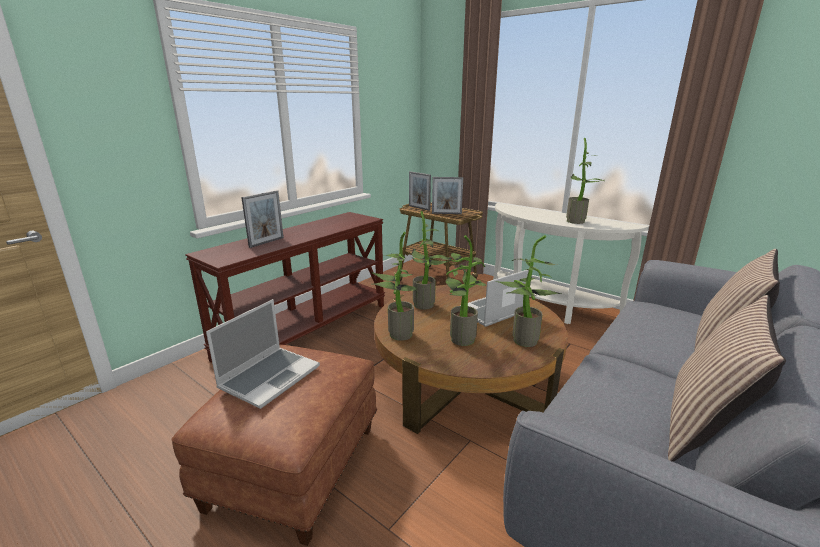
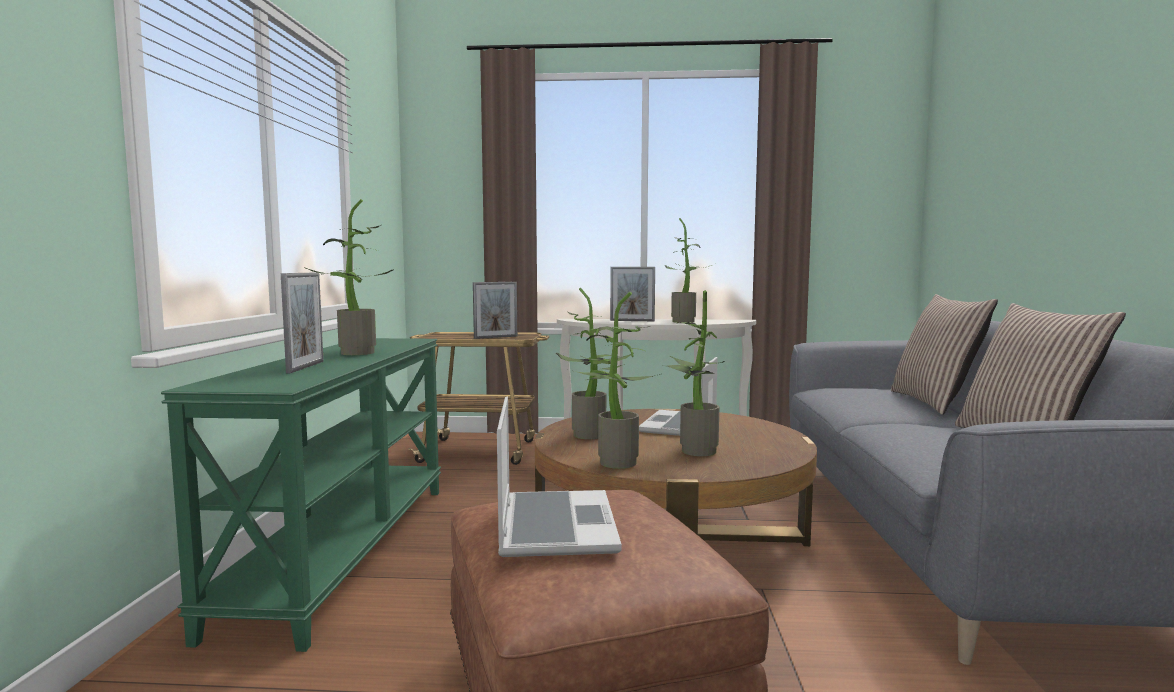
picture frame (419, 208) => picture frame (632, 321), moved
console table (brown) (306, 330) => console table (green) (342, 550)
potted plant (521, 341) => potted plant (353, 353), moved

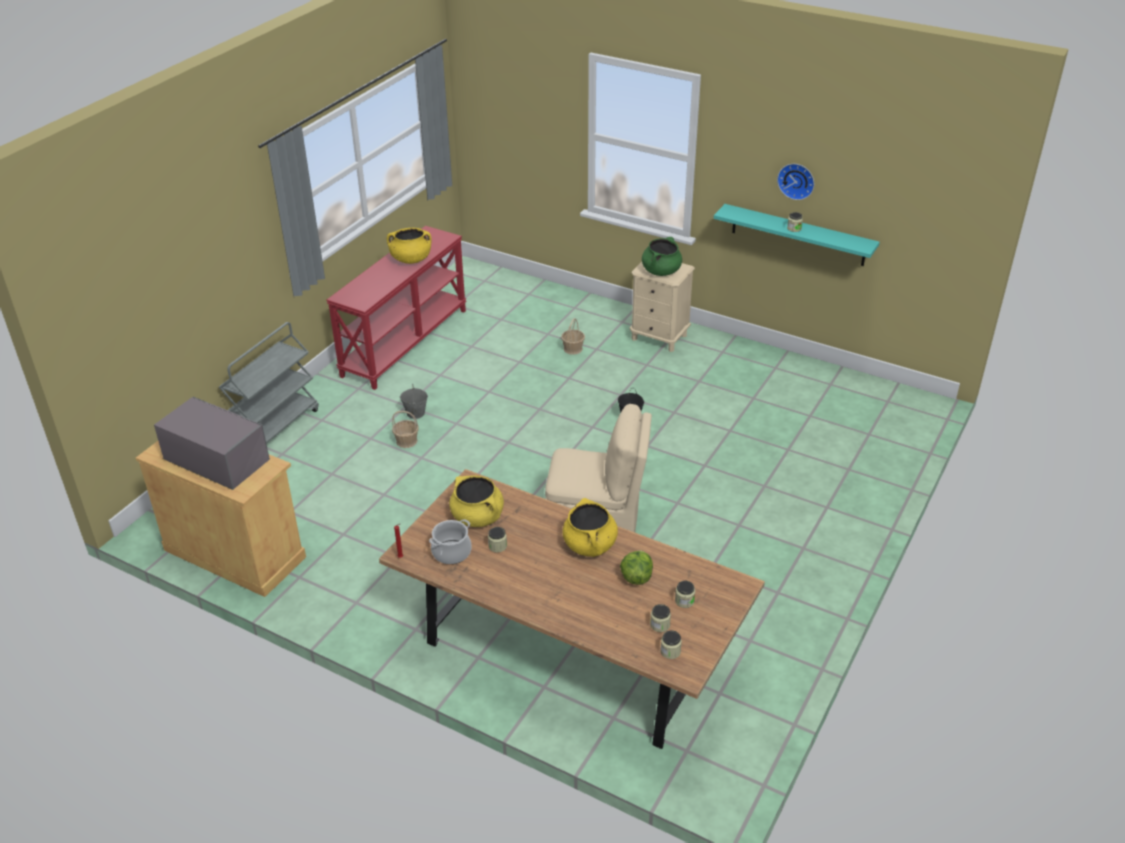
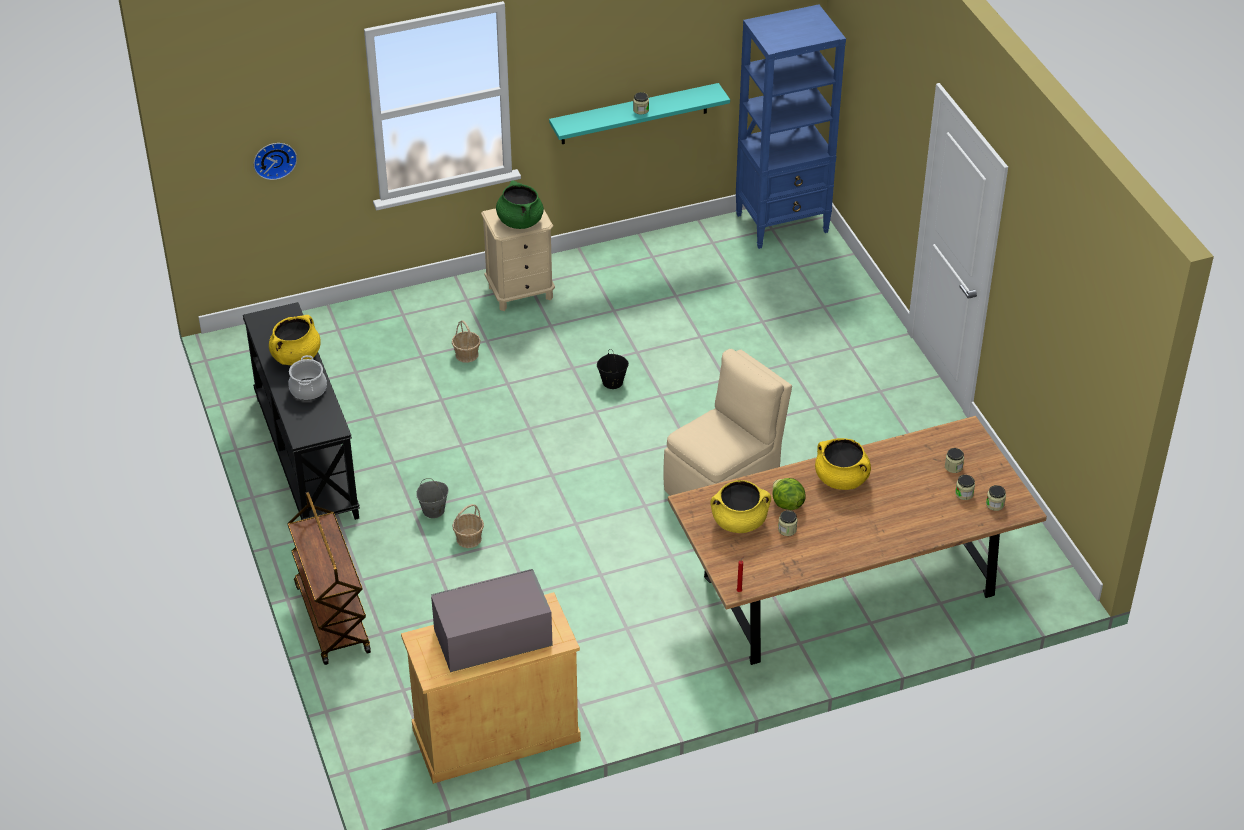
wall clock (796, 180) => wall clock (274, 159), moved
console table (red) (404, 342) => console table (black) (305, 457)
cart (grey) (275, 427) => cart (brown) (331, 618)
cooking pot (451, 552) => cooking pot (308, 389), moved
lettuce (636, 577) => lettuce (787, 504), moved
nothing => bookcase (blue) (783, 223)

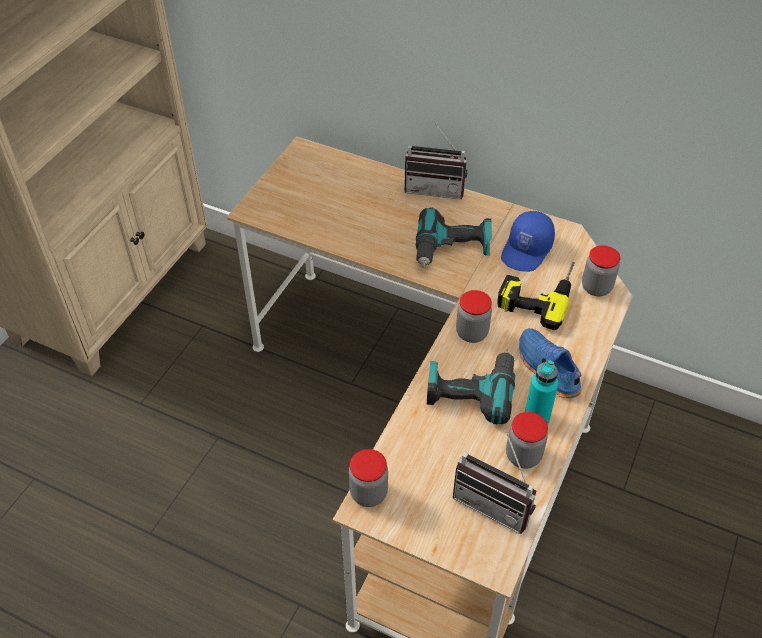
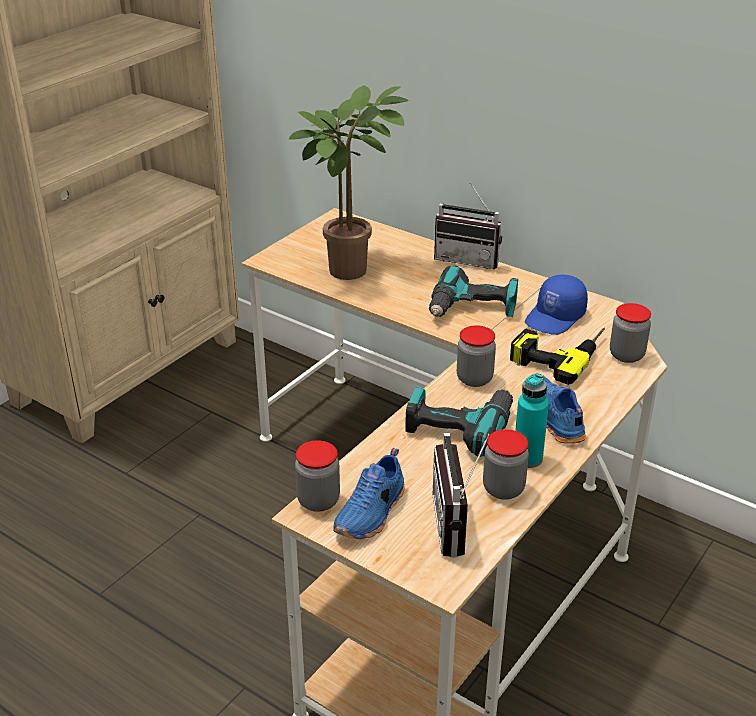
radio (495, 503) => radio (459, 526), 45 degrees clockwise
nothing => potted plant (350, 267)
nothing => shoe (blue) (372, 513)

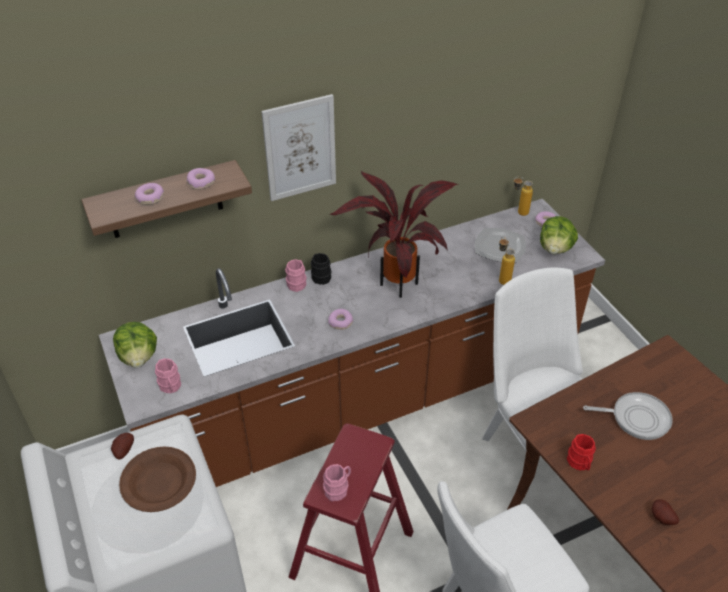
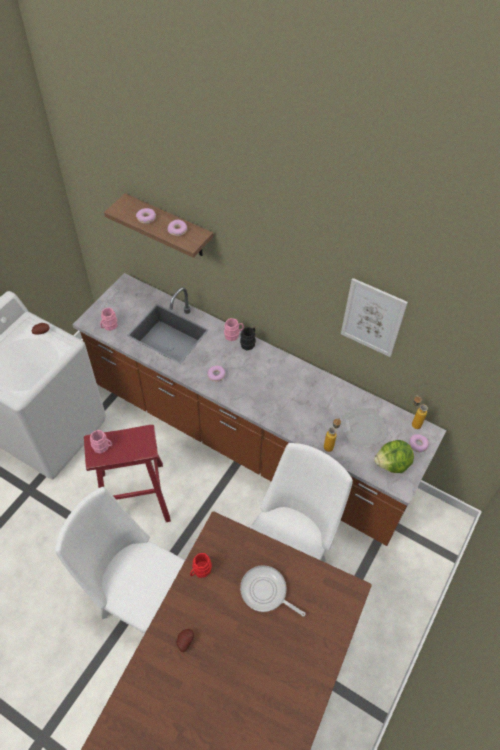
picture (300, 148) => picture (372, 318), moved
potted plant (397, 281) => nothing
lettuce (139, 357) => nothing
frying pan (636, 418) => frying pan (266, 592), 150 degrees clockwise
plate (brown) (158, 481) => nothing

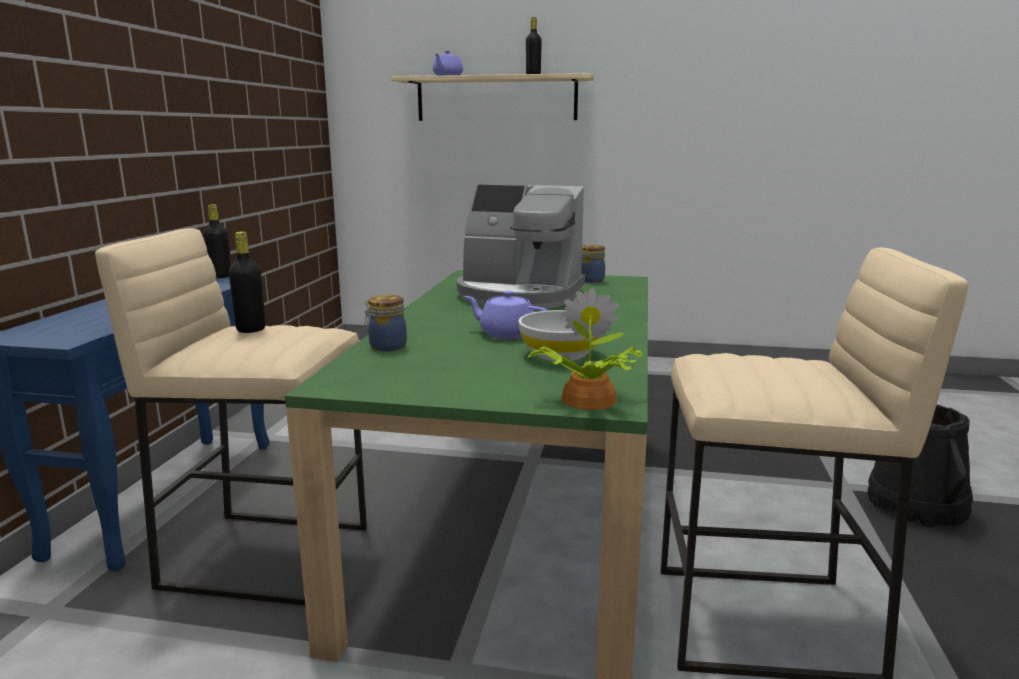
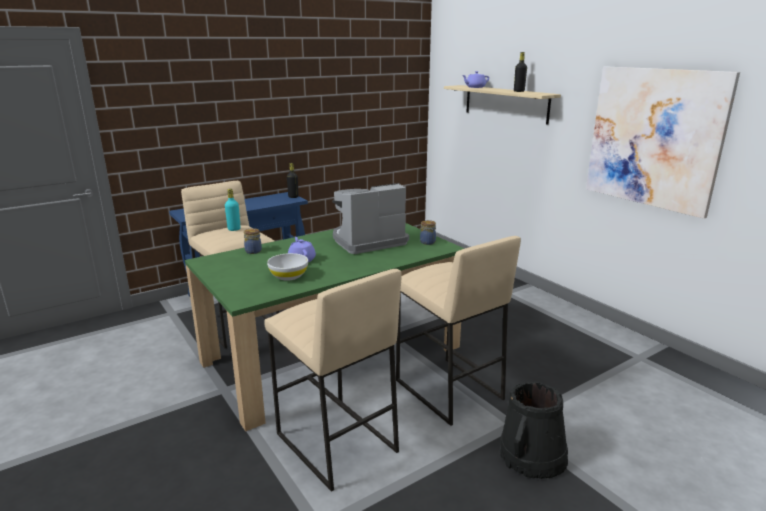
coffee machine (519, 295) => coffee machine (367, 241), 90 degrees clockwise
bottle (black) (251, 329) => bottle (turquoise) (234, 229)
potted plant (586, 400) => nothing
nothing => picture (654, 138)
nothing => stool (beige) (447, 390)

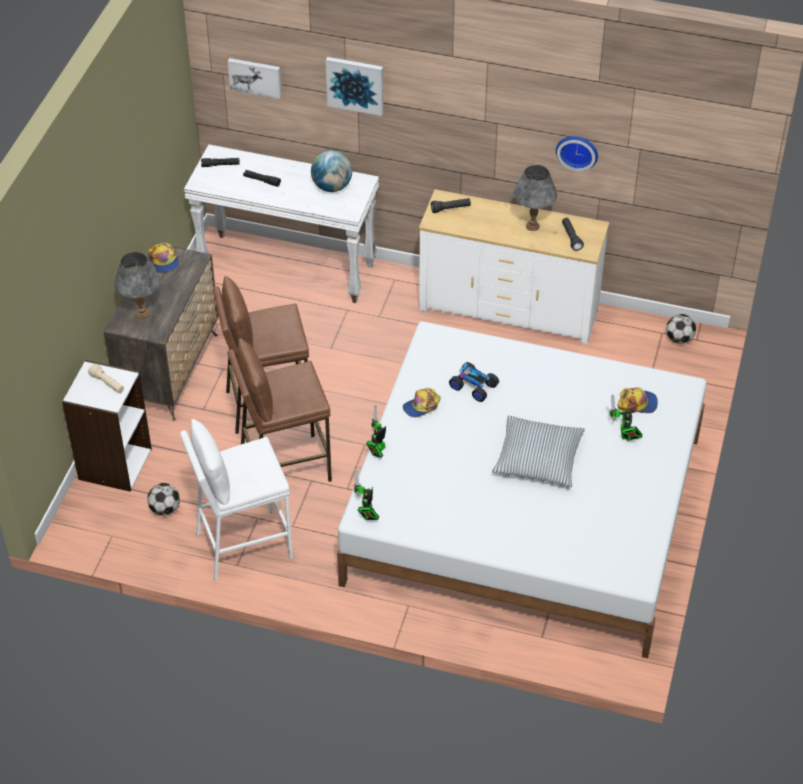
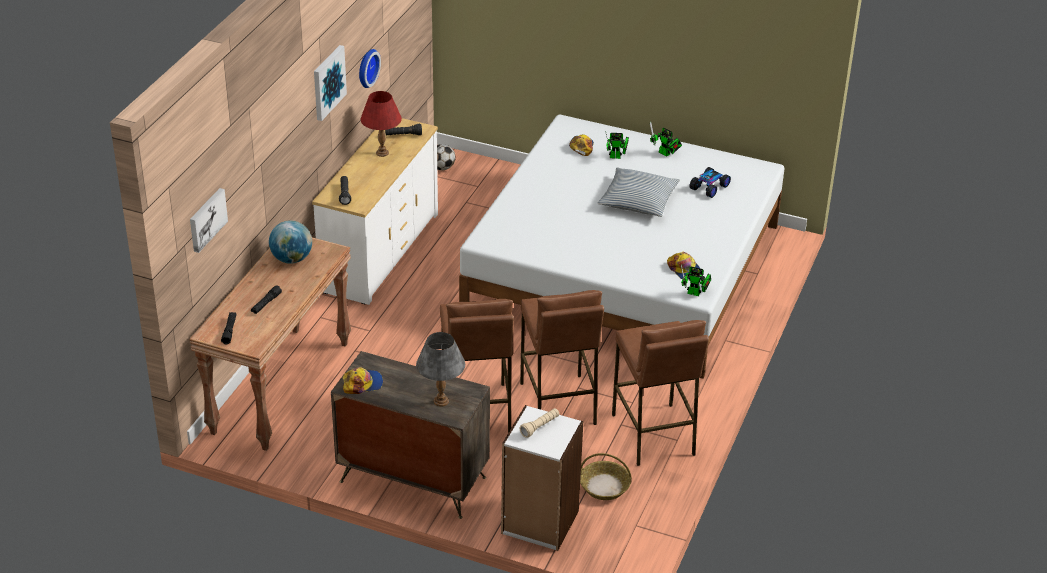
picture (355, 85) => picture (328, 82), moved
console table (white) (288, 268) => console table (brown) (280, 387)
table lamp (grey) (532, 226) => table lamp (red) (382, 153)
toy car (473, 387) => toy car (710, 187), moved
cap (422, 406) => cap (684, 269), moved
toy robot (377, 451) => toy robot (665, 154), moved
stool (white) (243, 545) => stool (brown) (653, 435)
football (165, 509) => basket (604, 486)

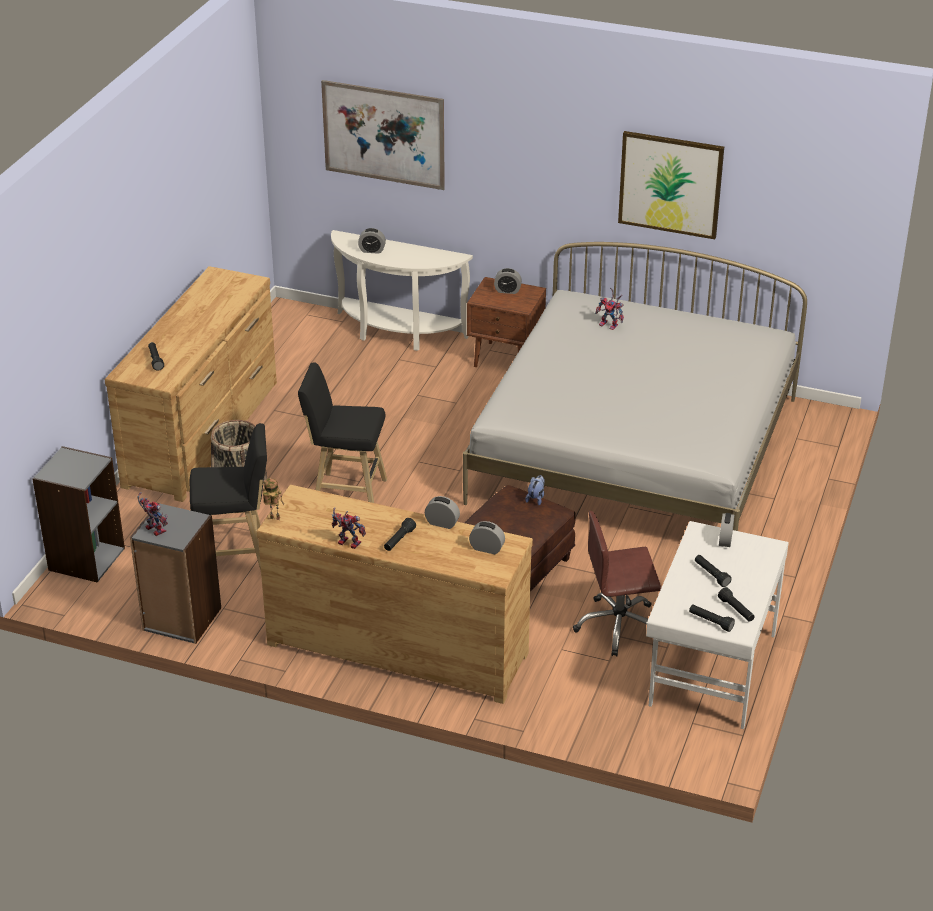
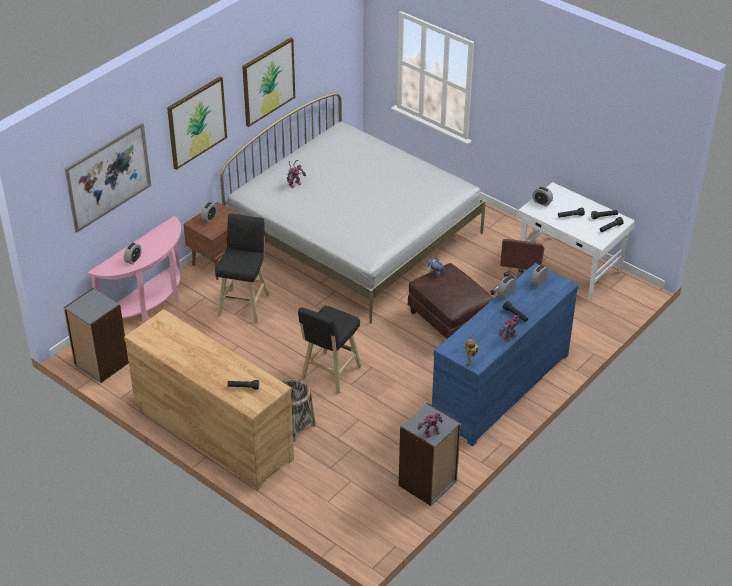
console table (white) (396, 334) => console table (pink) (150, 306)
stool (black) (236, 558) => stool (black) (244, 303), moved
bookcase (grey) (86, 559) => bookcase (grey) (101, 364), moved
dresser (brown) (397, 647) => dresser (blue) (500, 387)
nothing => picture (196, 122)

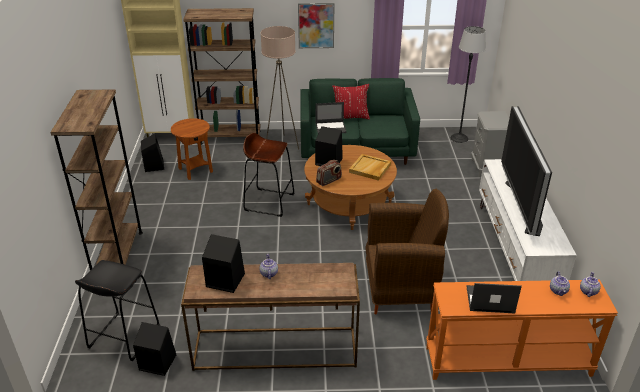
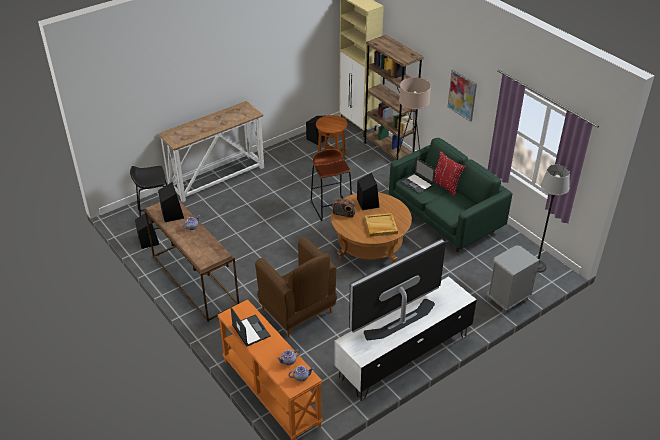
bookcase (brown) (118, 255) => console table (217, 177)

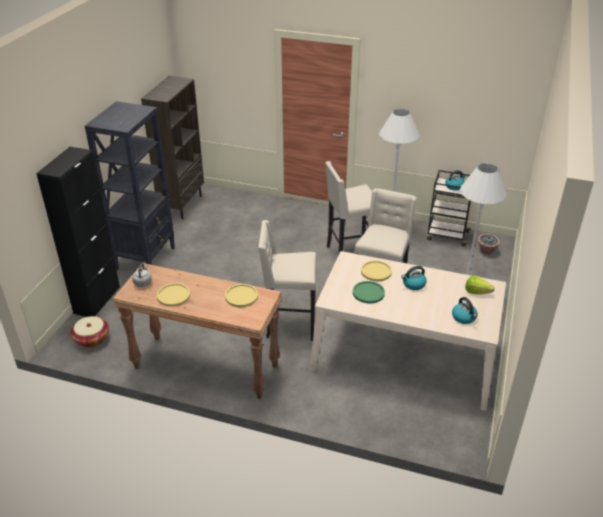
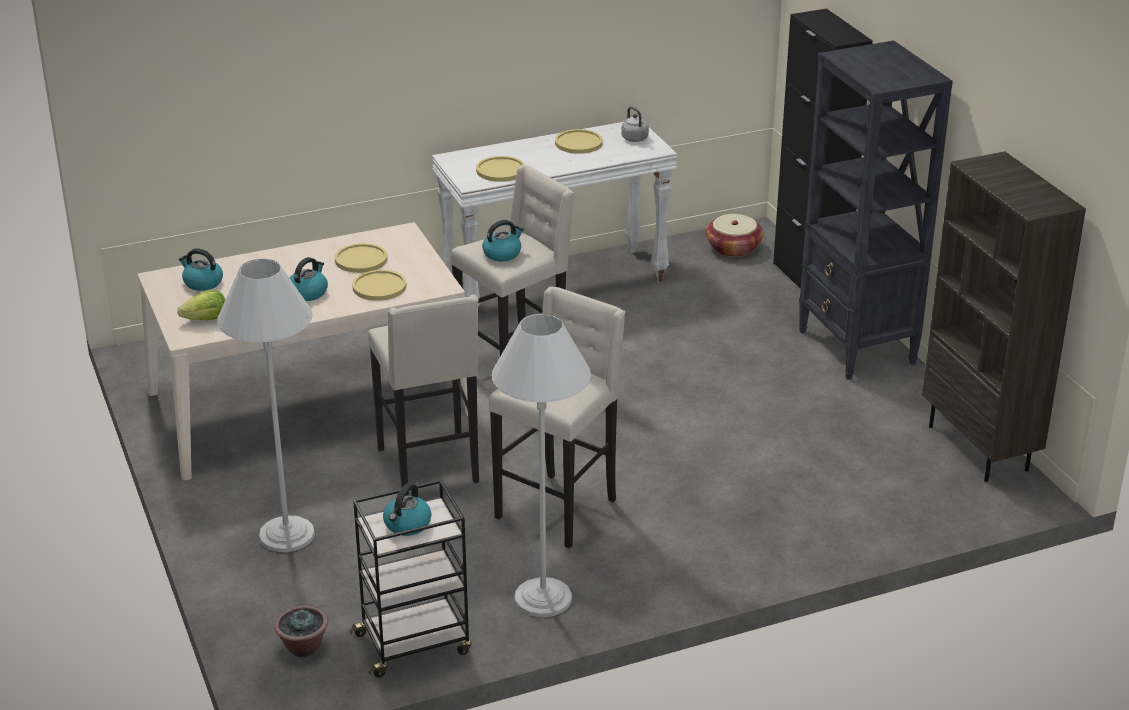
console table (brown) (205, 367) => console table (white) (555, 283)
plate (green) (368, 293) => plate (yellow) (361, 259)
nothing => kettle (502, 253)

